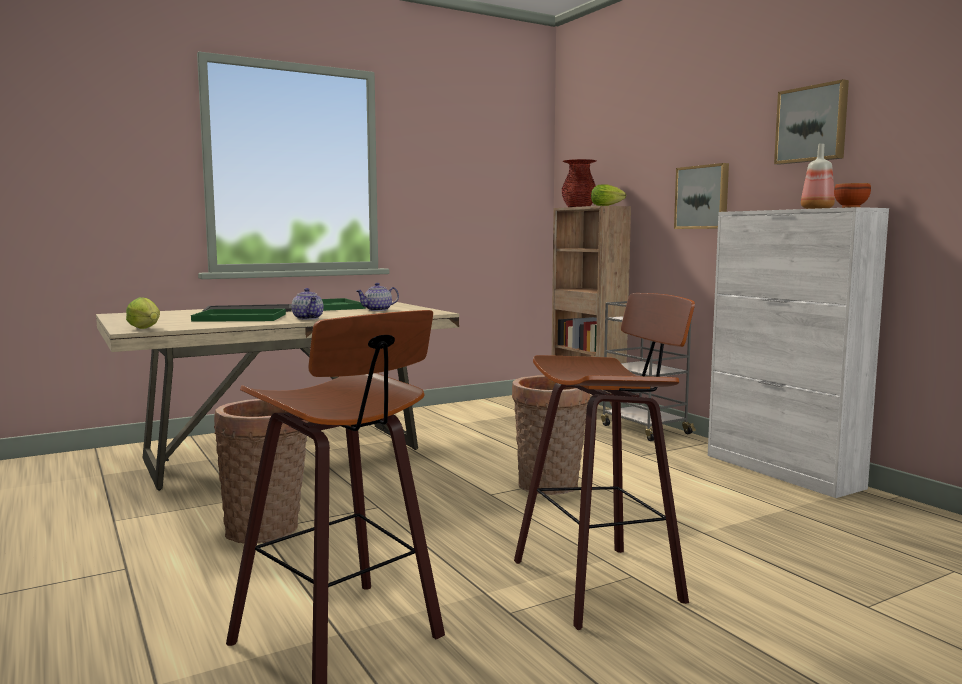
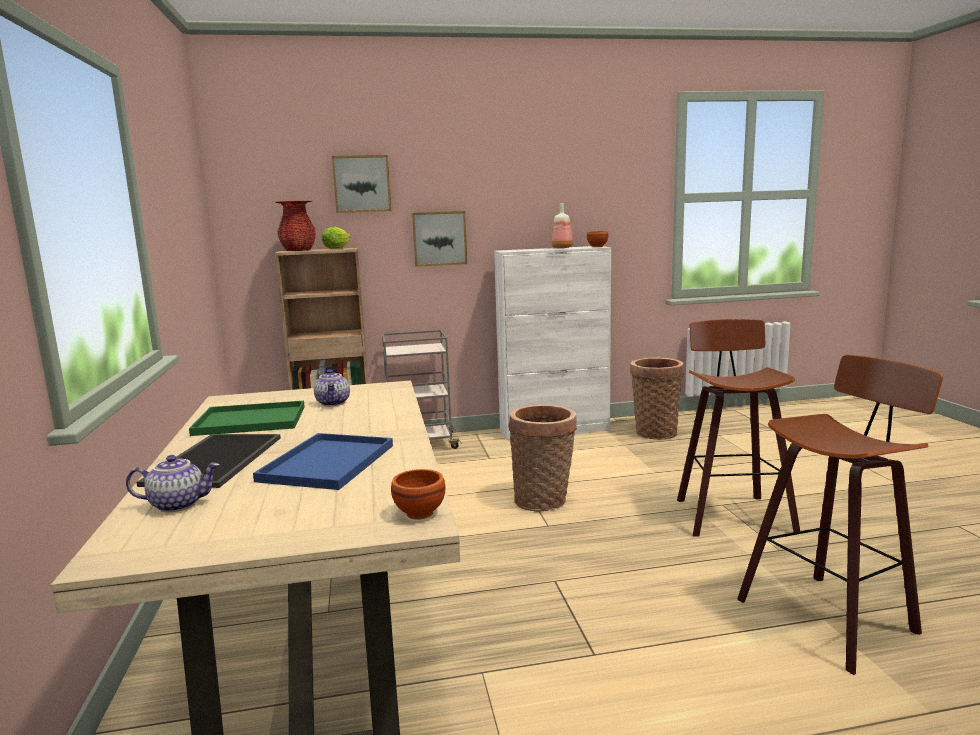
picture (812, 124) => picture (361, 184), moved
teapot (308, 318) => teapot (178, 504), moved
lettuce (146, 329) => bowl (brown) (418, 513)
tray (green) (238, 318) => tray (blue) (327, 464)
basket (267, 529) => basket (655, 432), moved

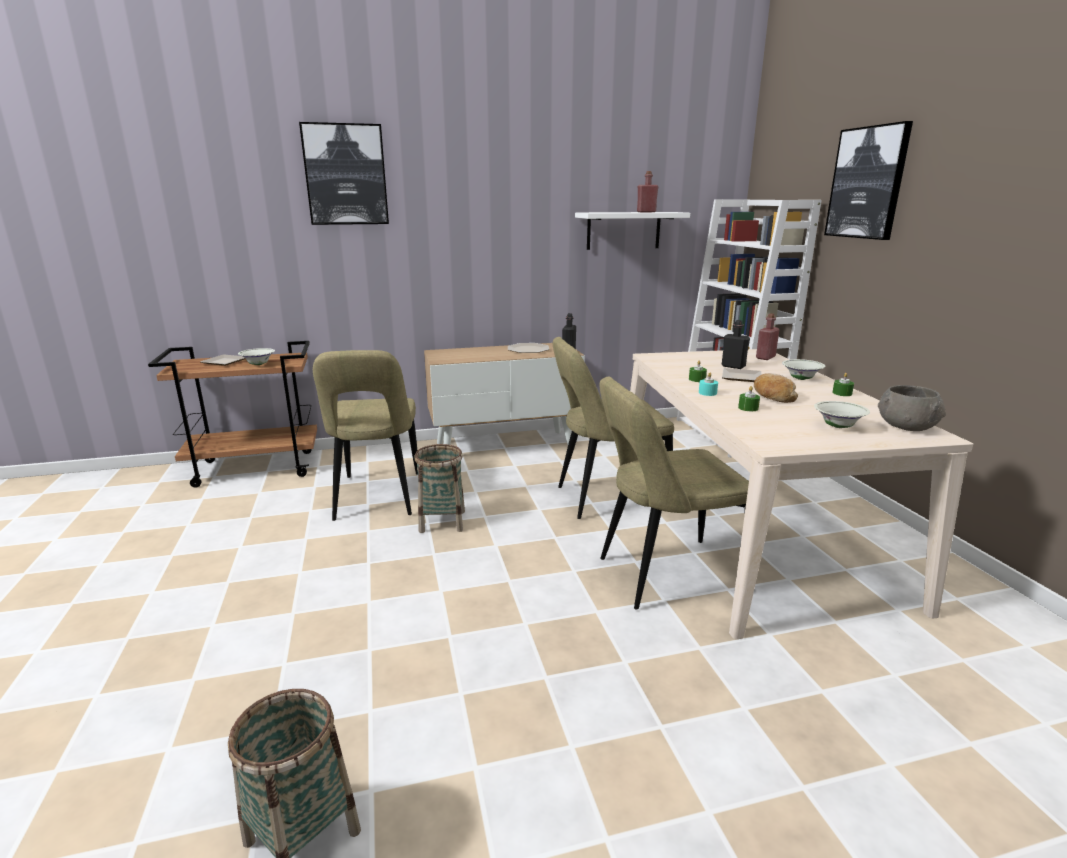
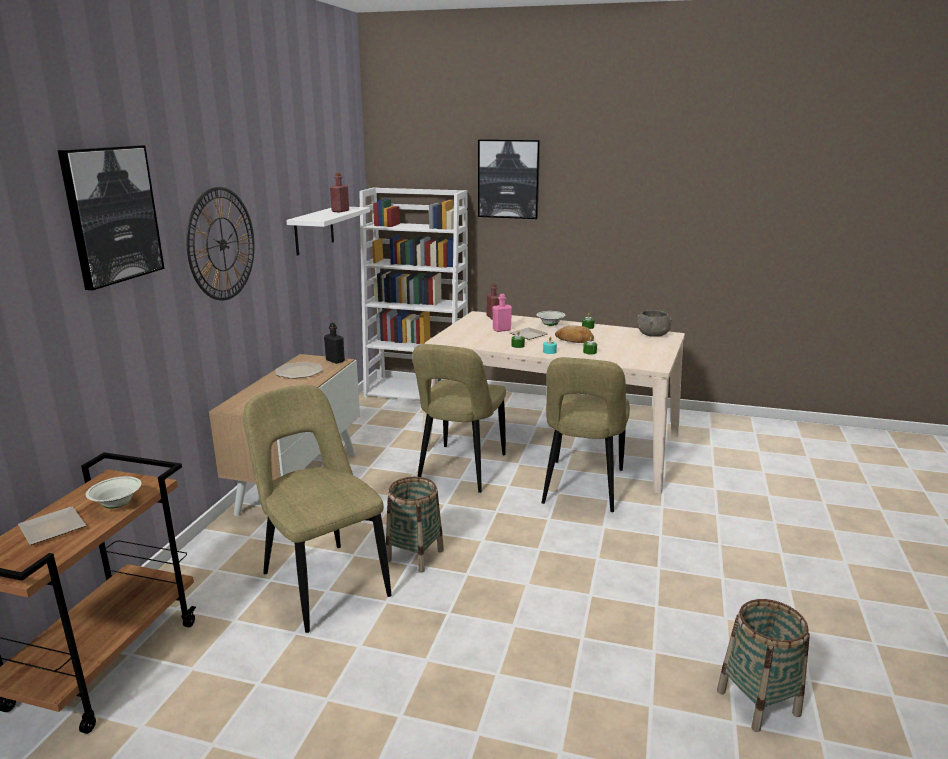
bottle (black) (733, 366) => bottle (pink) (501, 330)
chair (beige) (377, 498) => chair (beige) (322, 582), 150 degrees counterclockwise
bowl (white) (838, 427) => nothing
nothing => wall clock (222, 244)

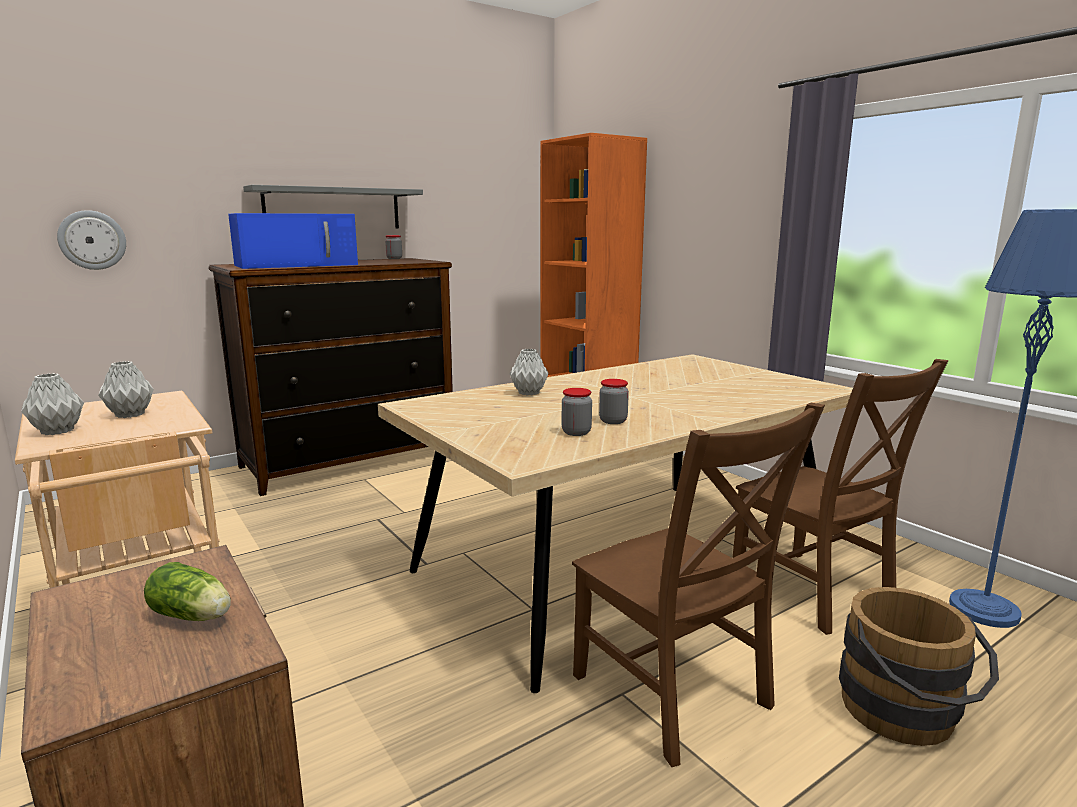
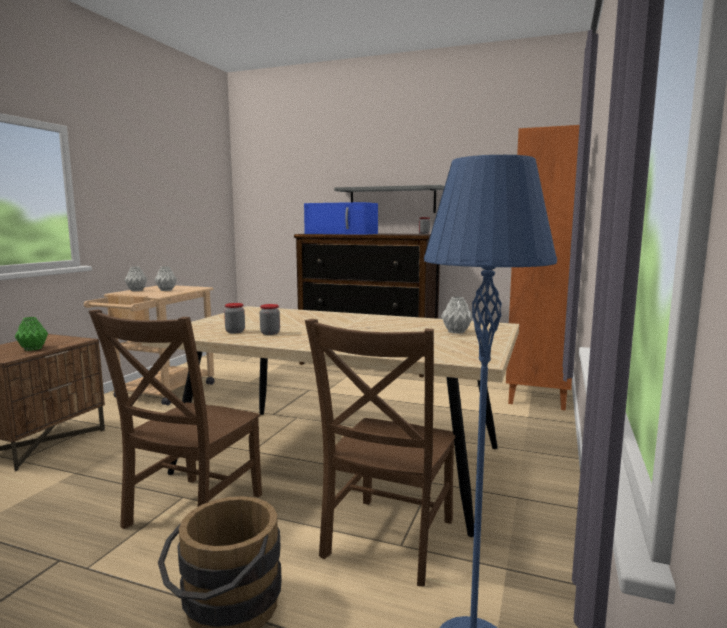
wall clock (92, 240) => nothing
vase (grey) (528, 393) => vase (grey) (455, 332), moved
lettuce (194, 616) => vase (green) (33, 349)

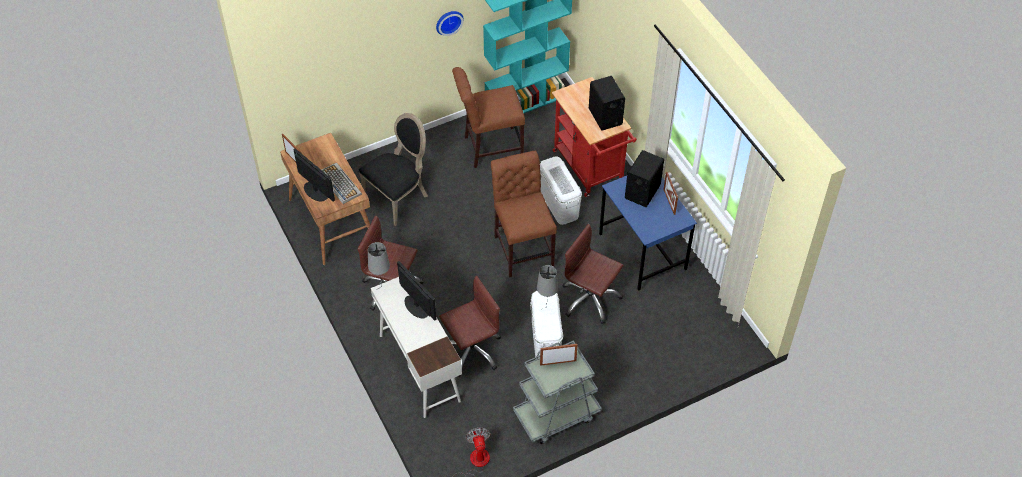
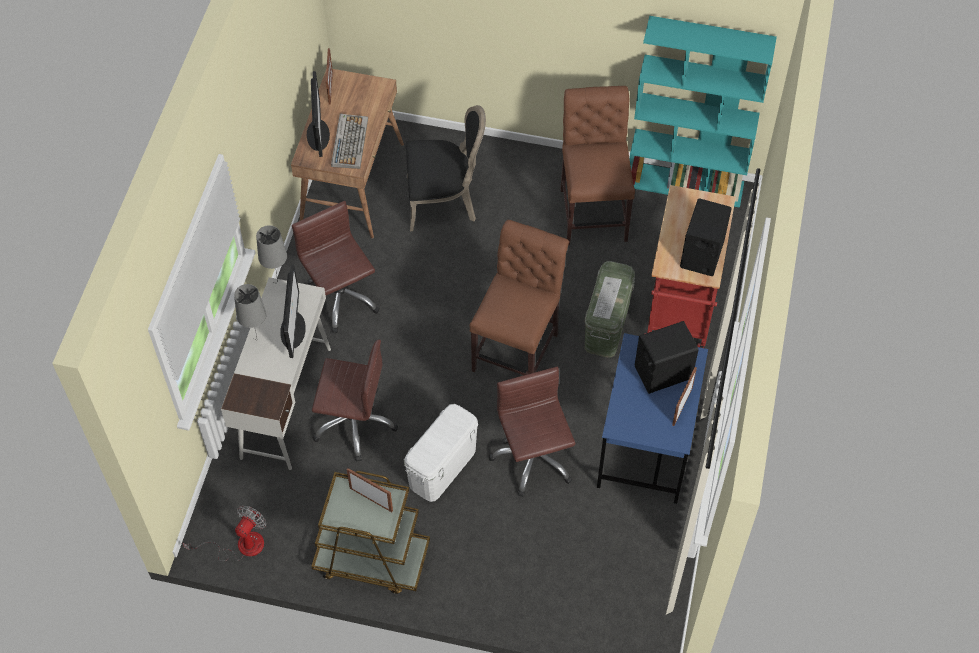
wall clock (448, 21) => nothing
chair (brown) (489, 147) => chair (brown) (593, 210), 60 degrees clockwise
storage box (white) (559, 203) => storage box (green) (607, 325)
table lamp (grey) (546, 309) => table lamp (grey) (258, 343), moved
cart (grey) (556, 415) => cart (brown) (371, 559)

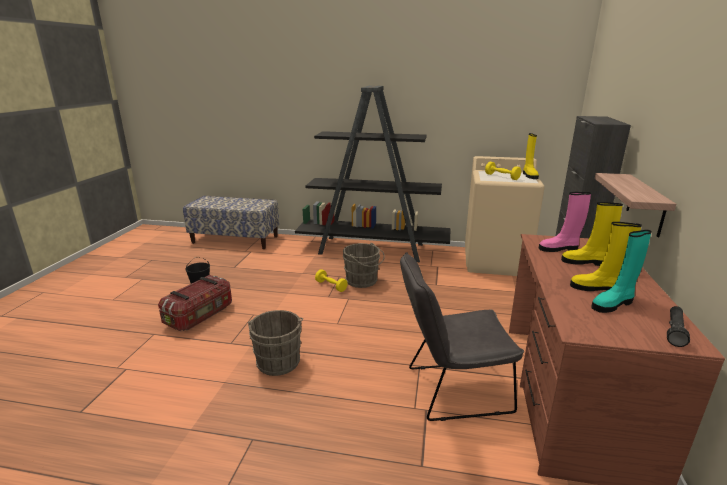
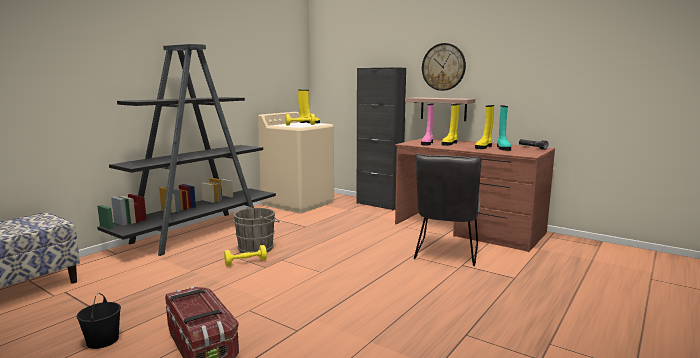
bucket (grey) (279, 360) => nothing
nothing => wall clock (443, 67)

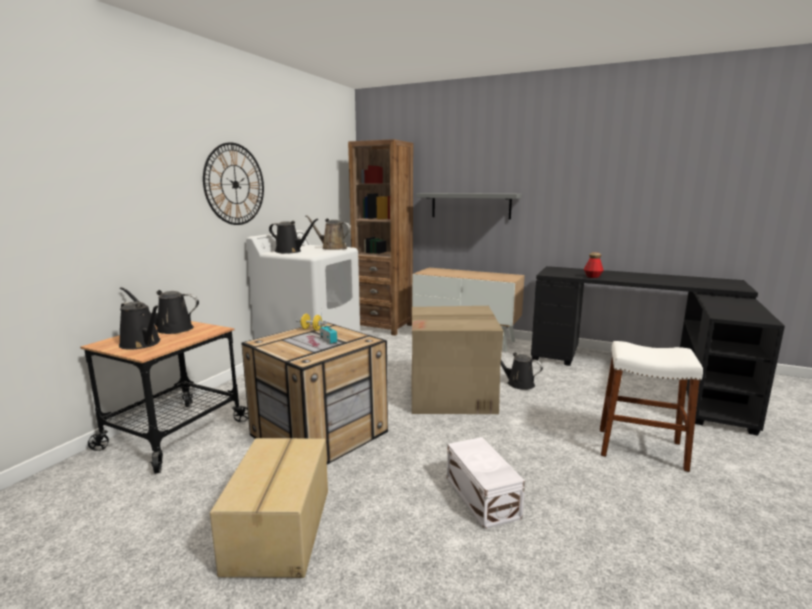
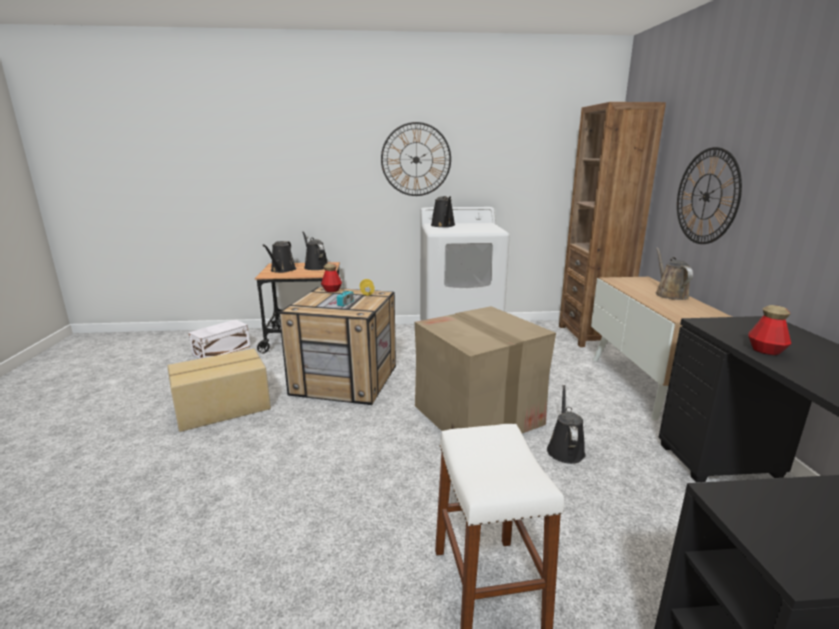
shelf (grey) (470, 205) => wall clock (706, 196)
watering can (brown) (332, 248) => watering can (brown) (669, 294), moved
storage box (white) (481, 498) => storage box (white) (220, 350), moved
nothing => bottle (332, 290)

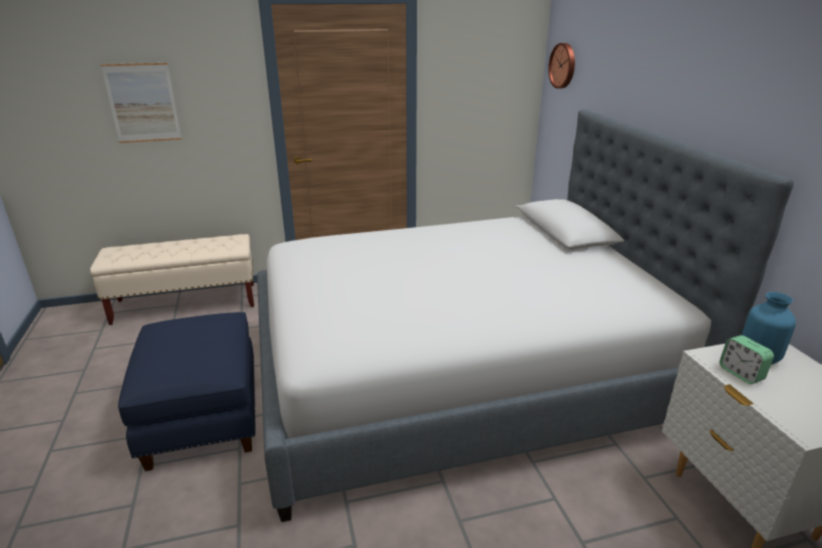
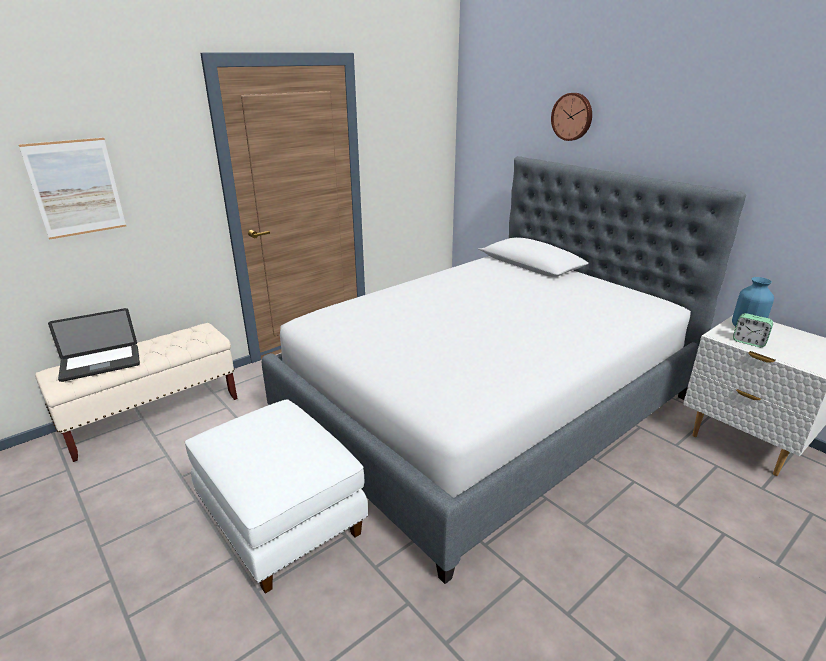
wall clock (563, 65) => wall clock (572, 116), moved
ottoman (blue) (205, 417) => ottoman (white) (283, 519)
nothing => laptop (101, 364)

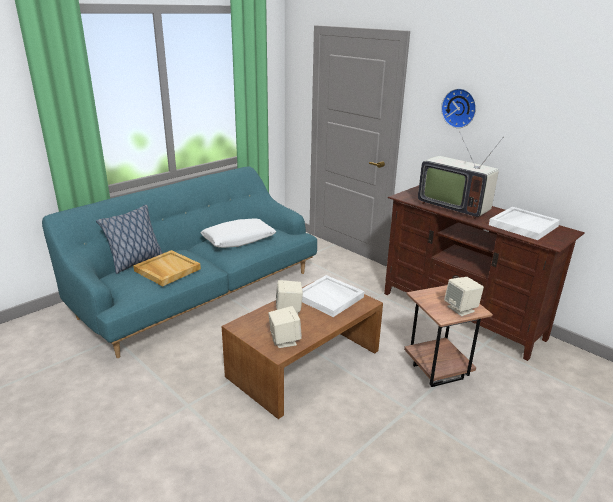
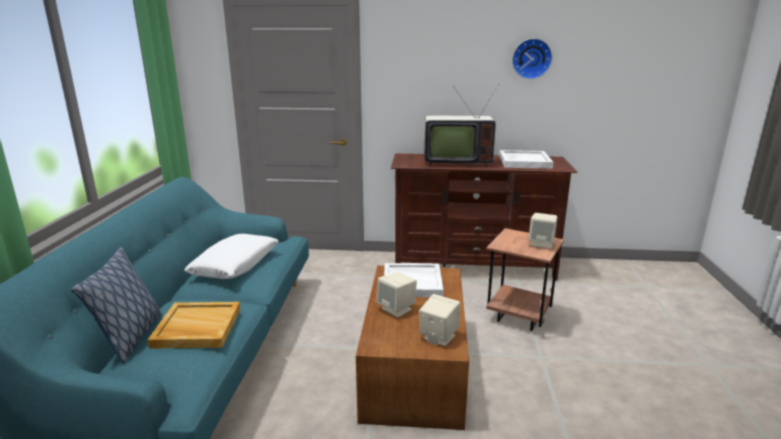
wall clock (460, 108) => wall clock (531, 58), moved

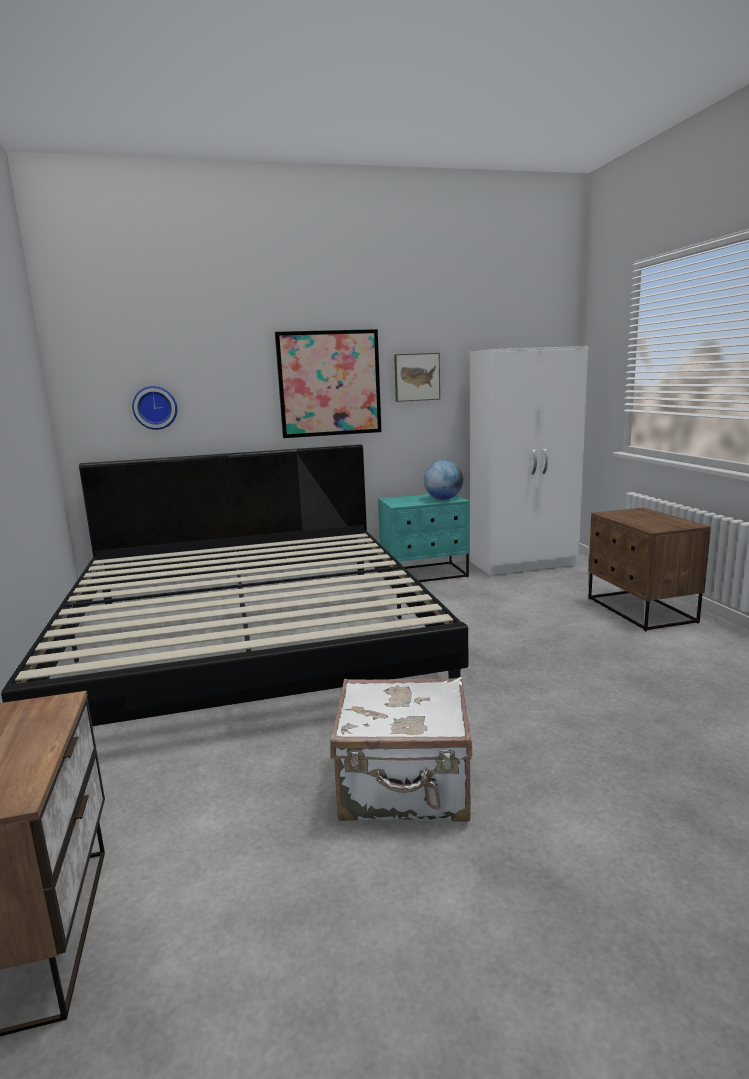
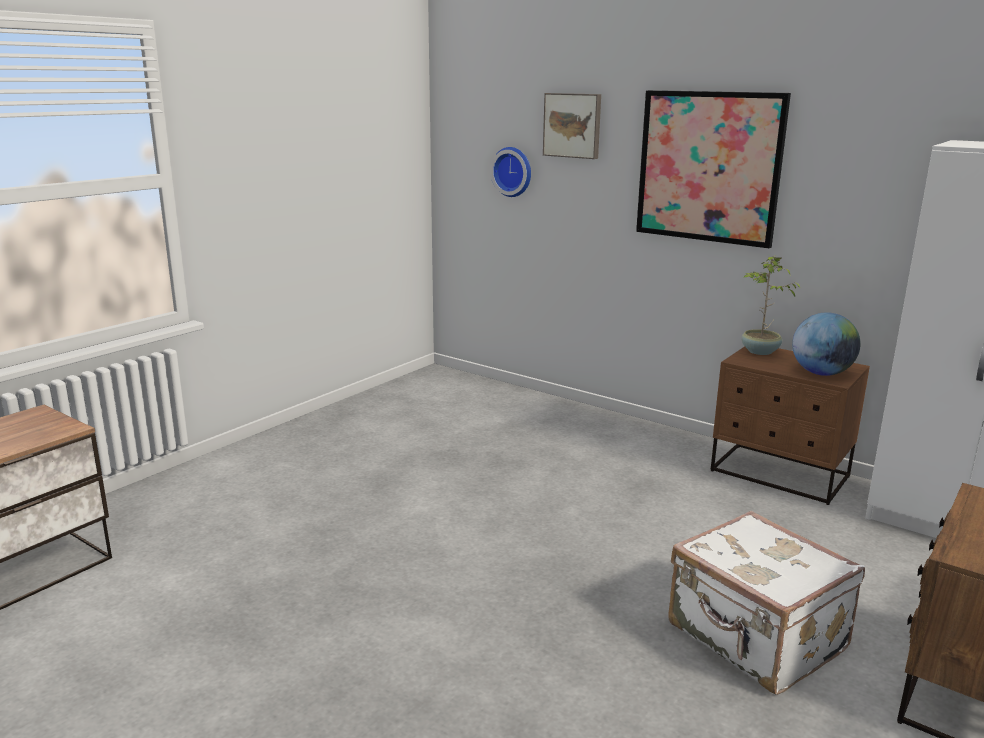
picture (416, 377) => picture (573, 125), moved
bed (248, 641) => nothing
nightstand (turquoise) (424, 574) => nightstand (brown) (779, 474)
suitcase (white) (405, 788) => suitcase (white) (755, 639), moved
nothing => potted plant (759, 352)

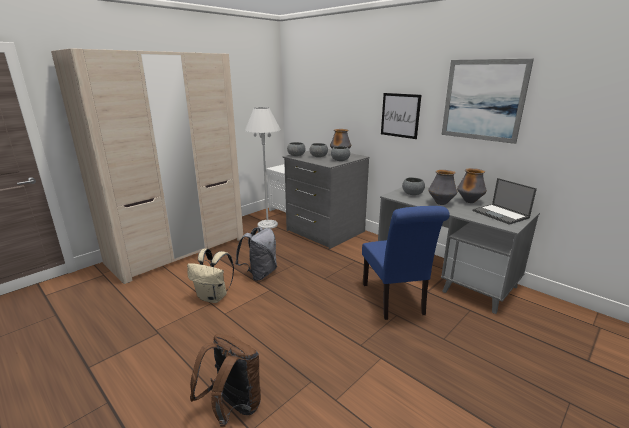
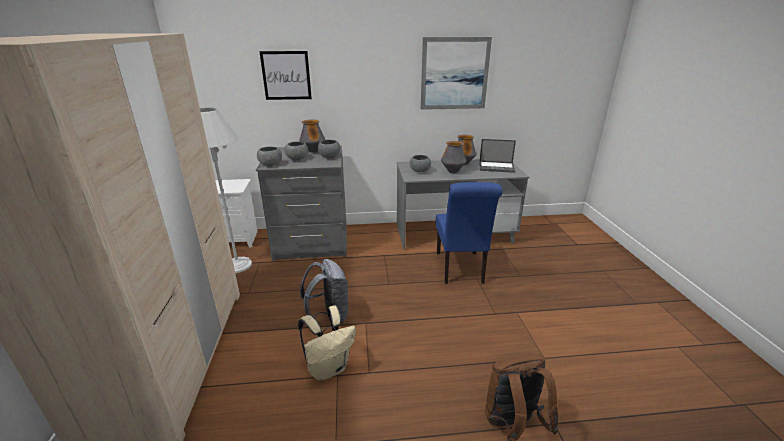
picture (400, 115) => picture (286, 75), moved
chair (blue) (395, 301) => chair (blue) (460, 269), 60 degrees clockwise

